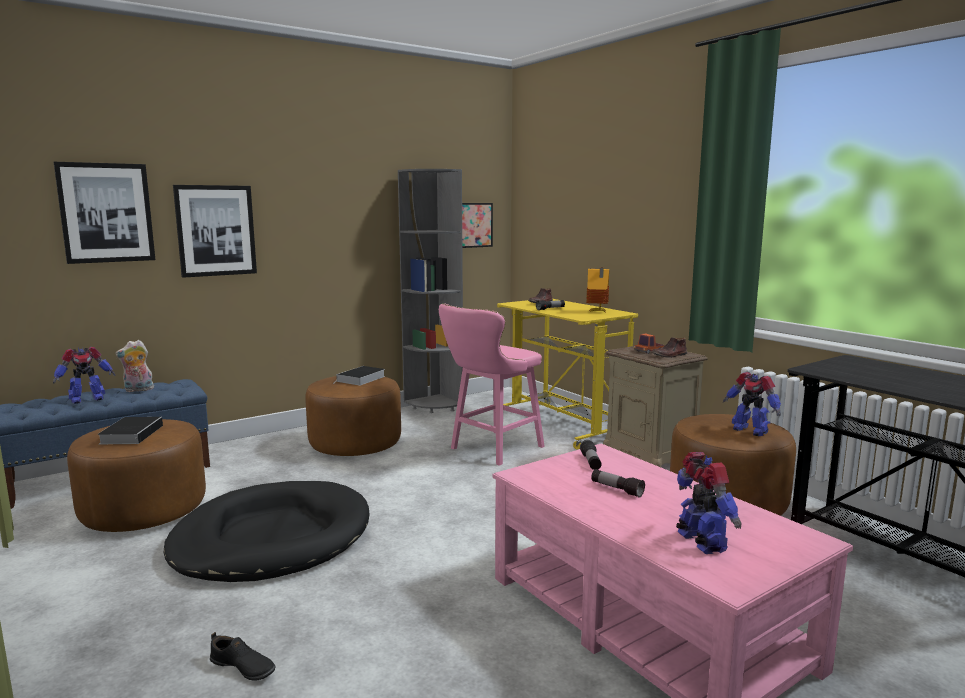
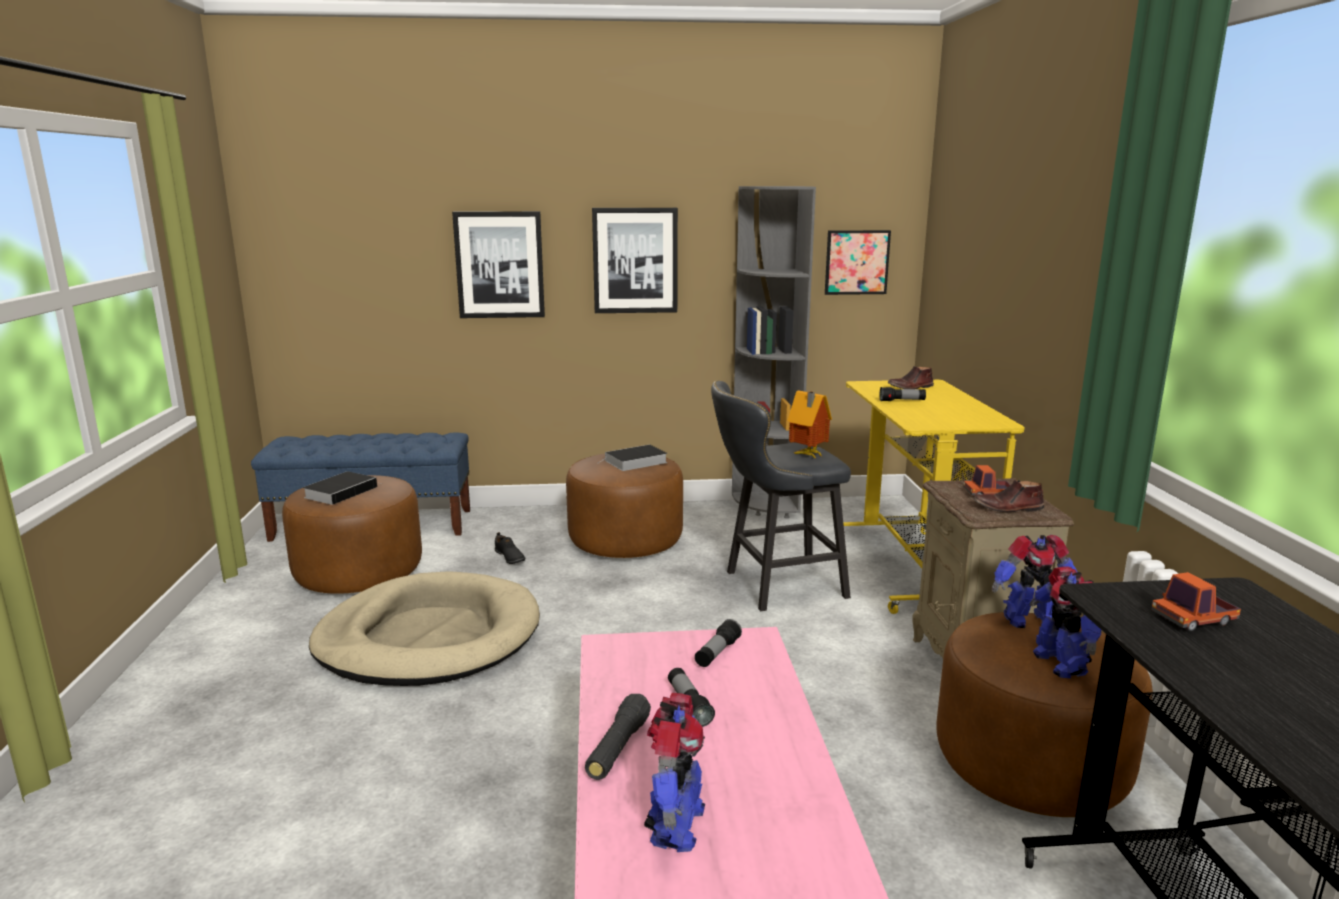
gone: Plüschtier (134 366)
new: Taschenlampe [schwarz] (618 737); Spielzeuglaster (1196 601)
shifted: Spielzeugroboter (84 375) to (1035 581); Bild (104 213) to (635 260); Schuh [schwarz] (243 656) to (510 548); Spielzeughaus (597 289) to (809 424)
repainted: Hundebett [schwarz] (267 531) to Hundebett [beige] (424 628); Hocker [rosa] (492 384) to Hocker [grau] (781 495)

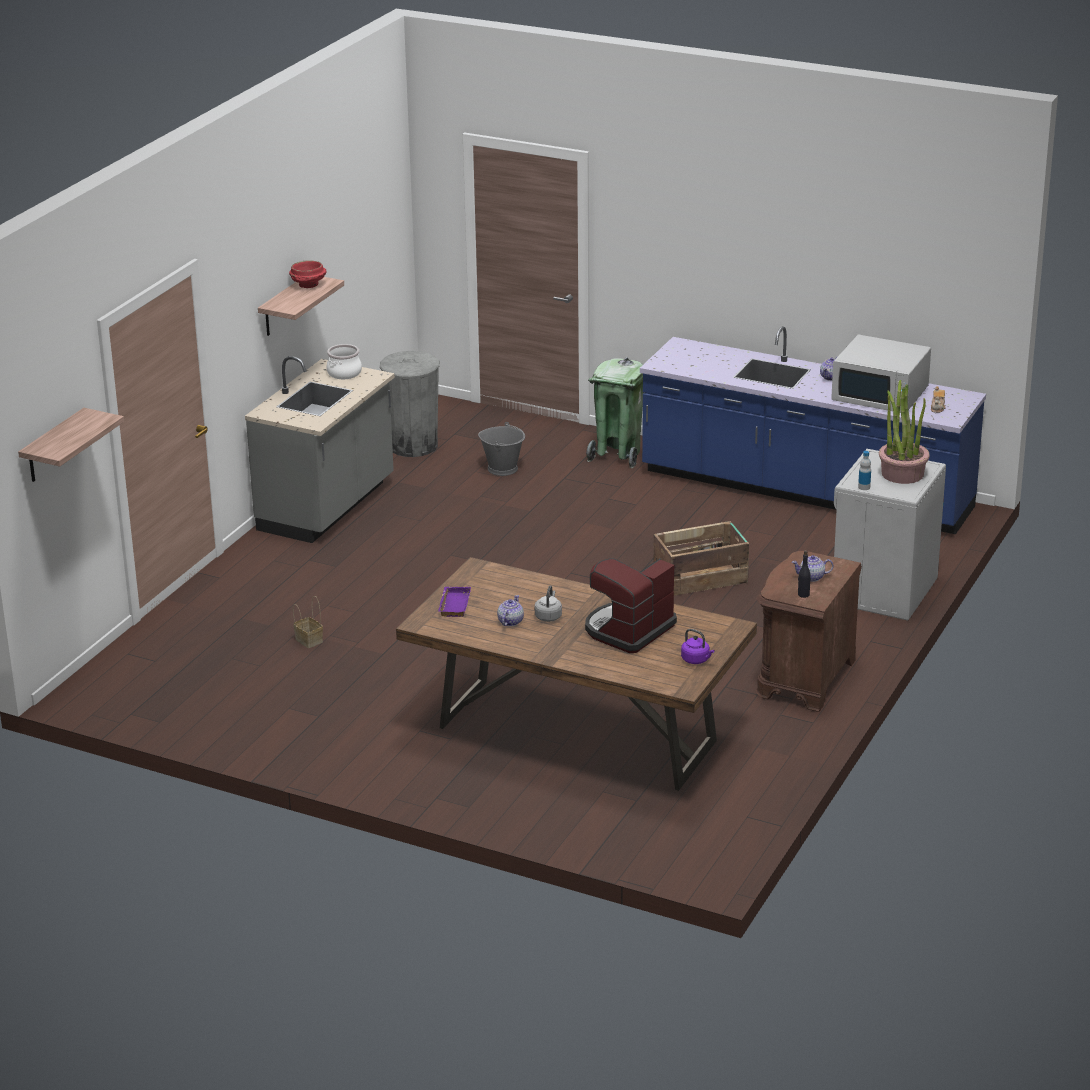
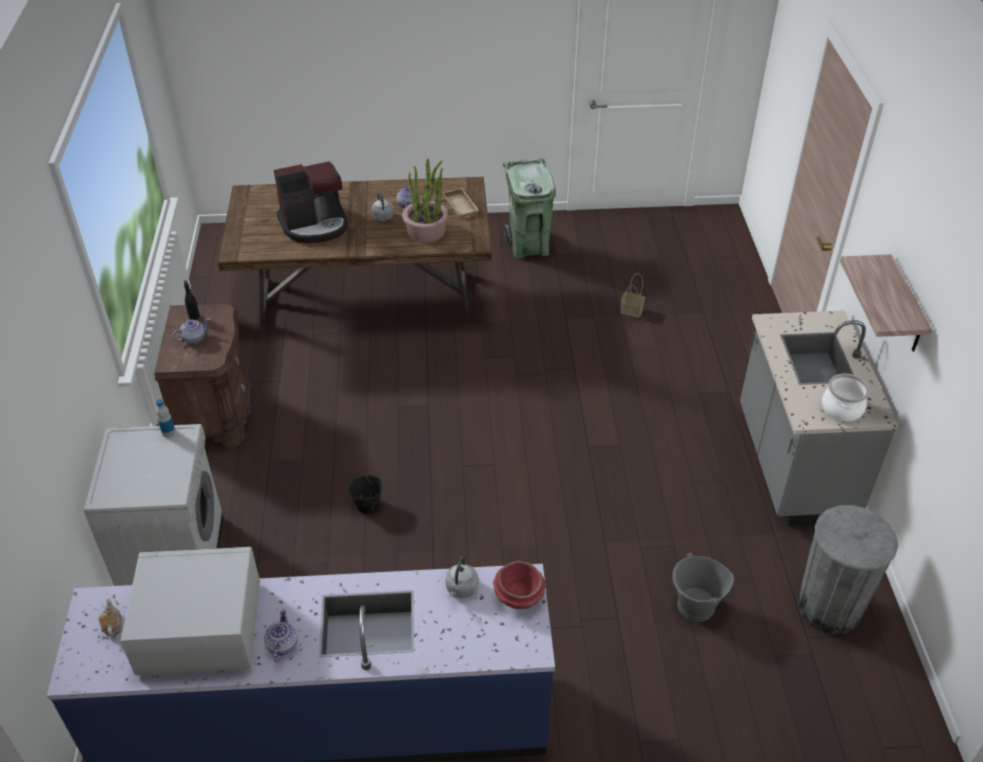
gone: Wandregal (71 445); Wasserkessel [lila] (697 646)
new: Wasserkessel [grau] (461 577)
shifted: Schüssel [rot] (308 274) to (519 585); Mülleimer [grün] (615 412) to (529 208); Topfpflanze (904 432) to (425 201)
swapped: Kiste (701 558) to Eimer [schwarz] (365 494)
repainted: Tablett [lila] (454 602) to Tablett [beige] (461 203)
rotated: Kaffeemaschine (631 605) = (311 202) 60 degrees clockwise

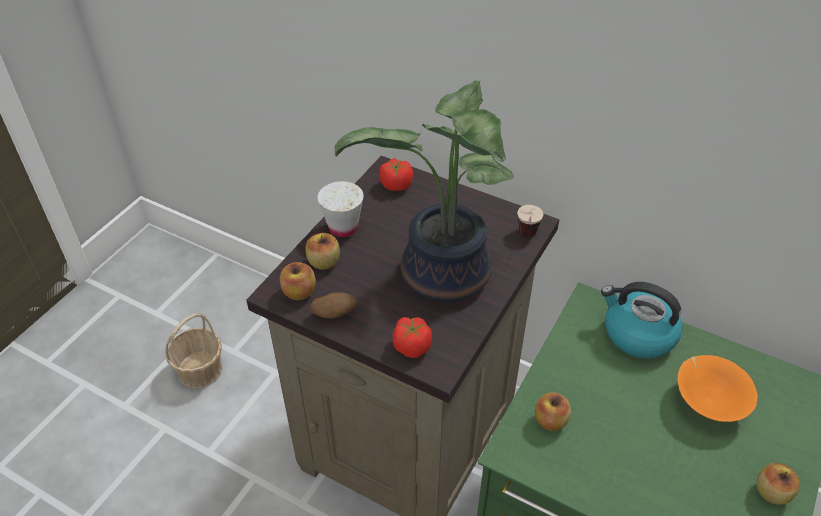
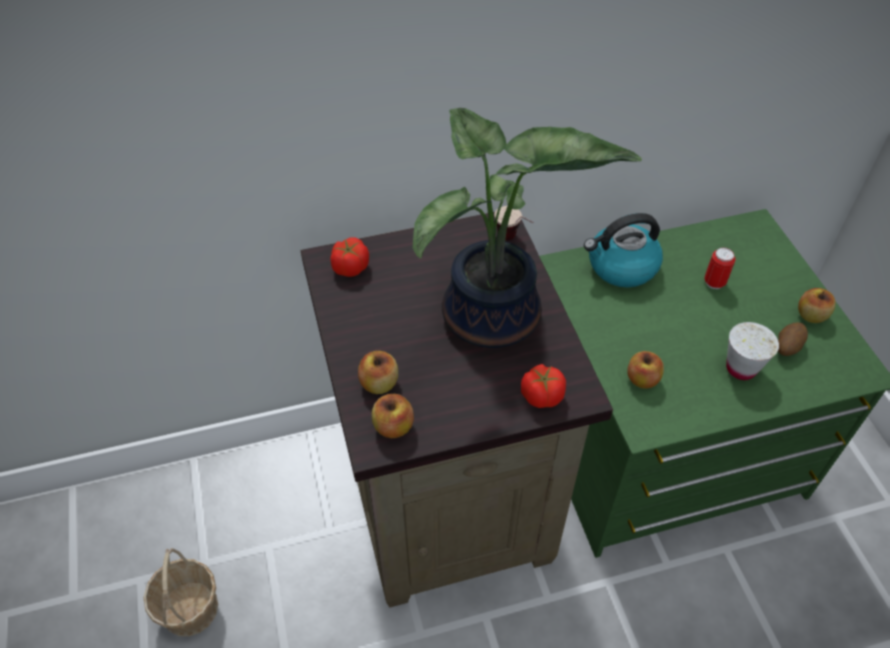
shifted: Kartoffel (334 305) to (793 339); Tasse [weiß] (341 209) to (752 351)
swapped: Schüssel [orange] (718 388) to Dose (719 268)

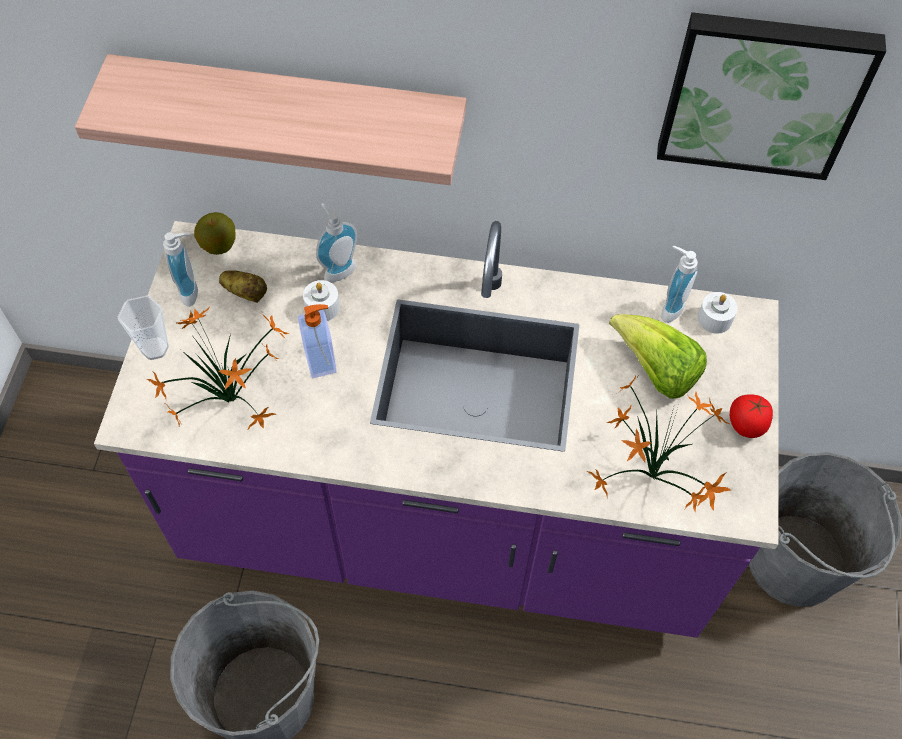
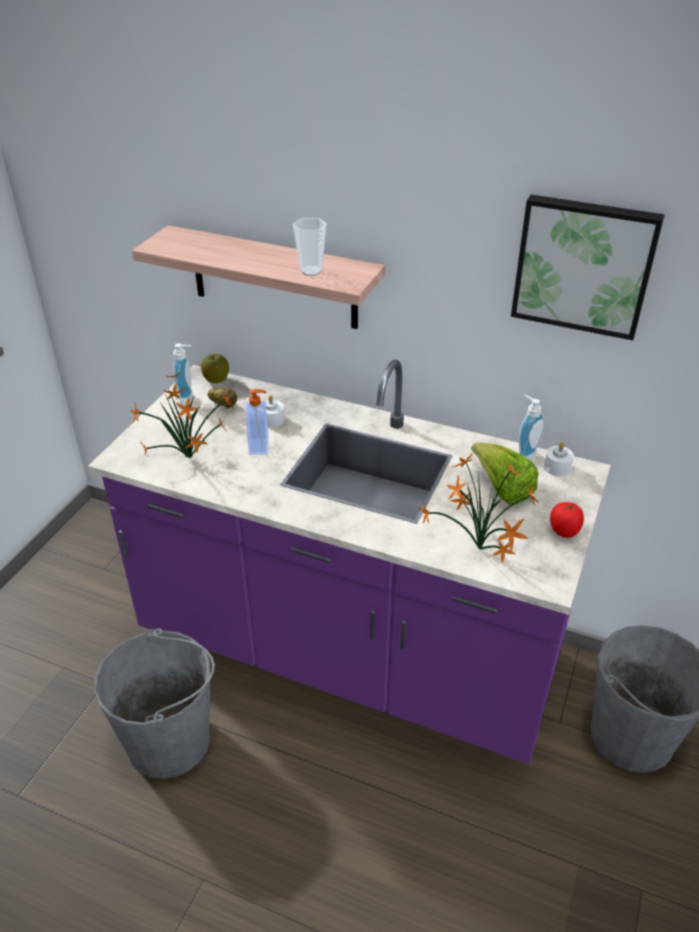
gone: Seifenspender (336 243)
shifted: Tasse (143 327) to (310 247)

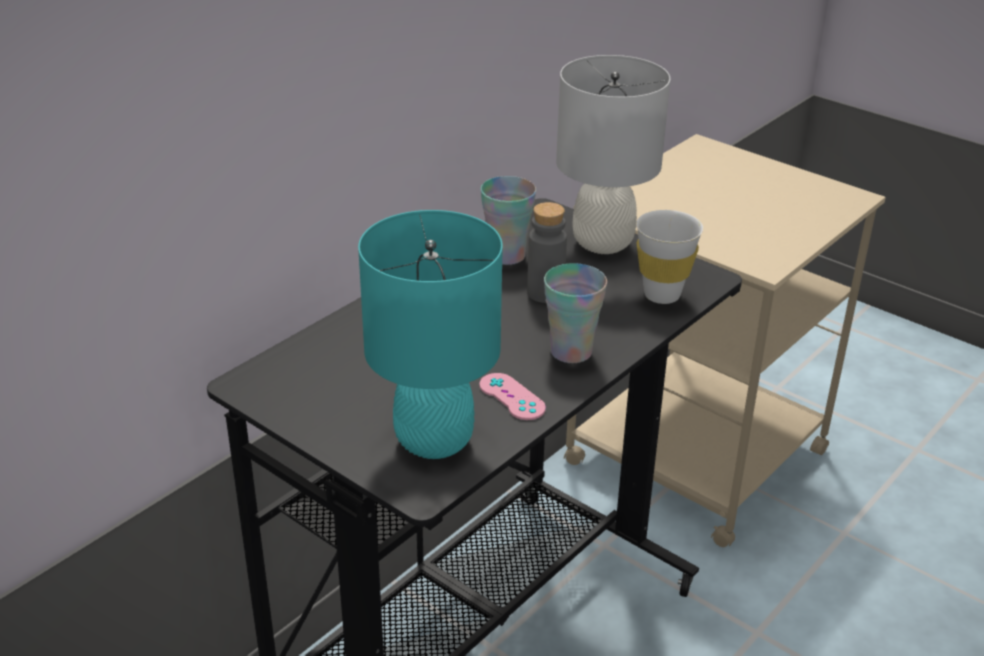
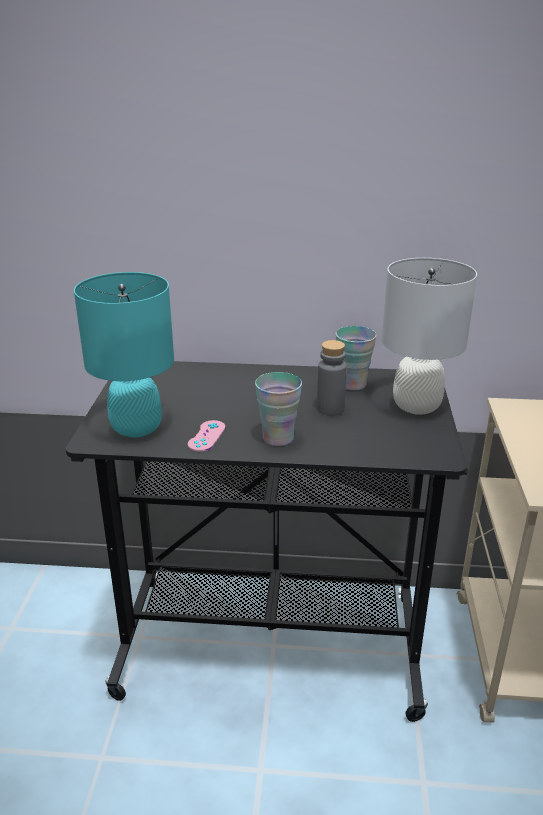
gone: Tasse [weiß] (669 257)

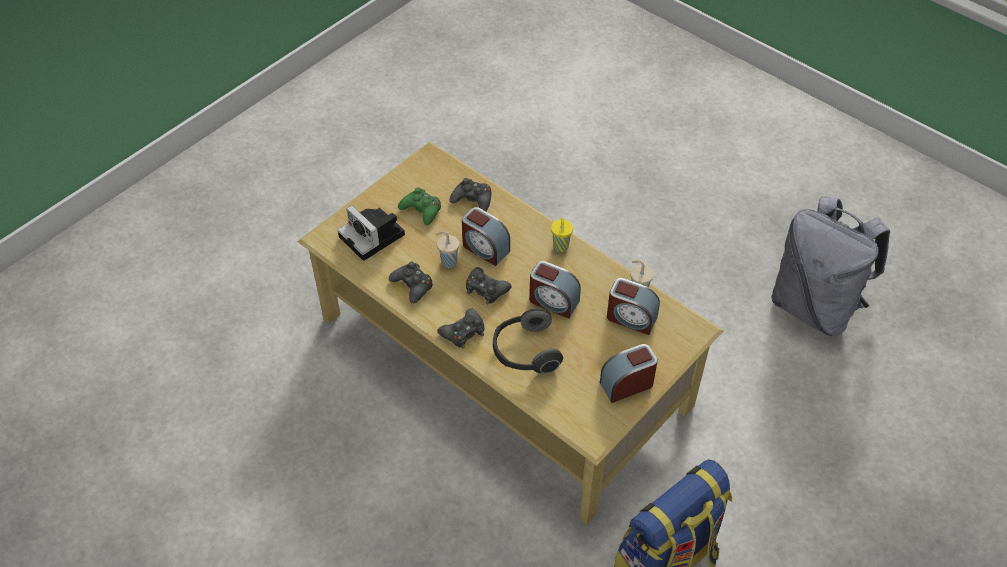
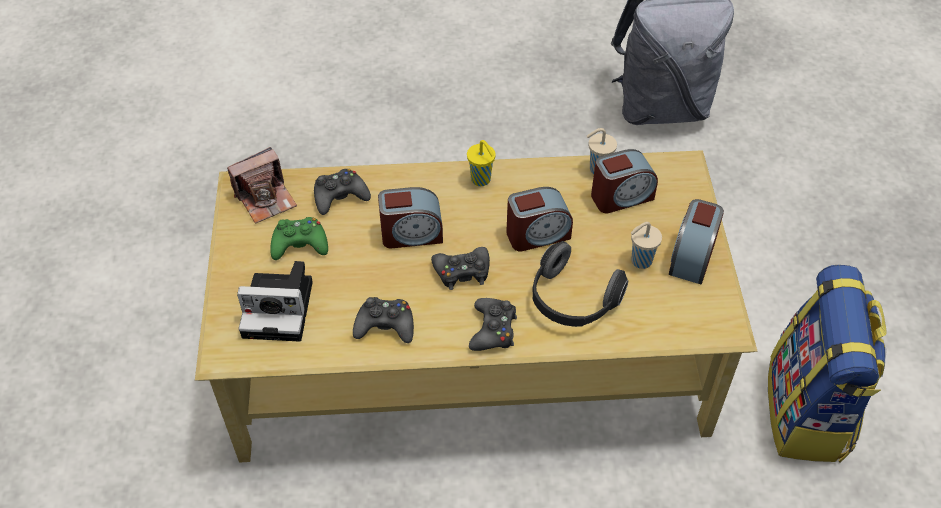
new: Kamera (262 185)
shifted: Tasse [beige] (447 249) to (646 245)

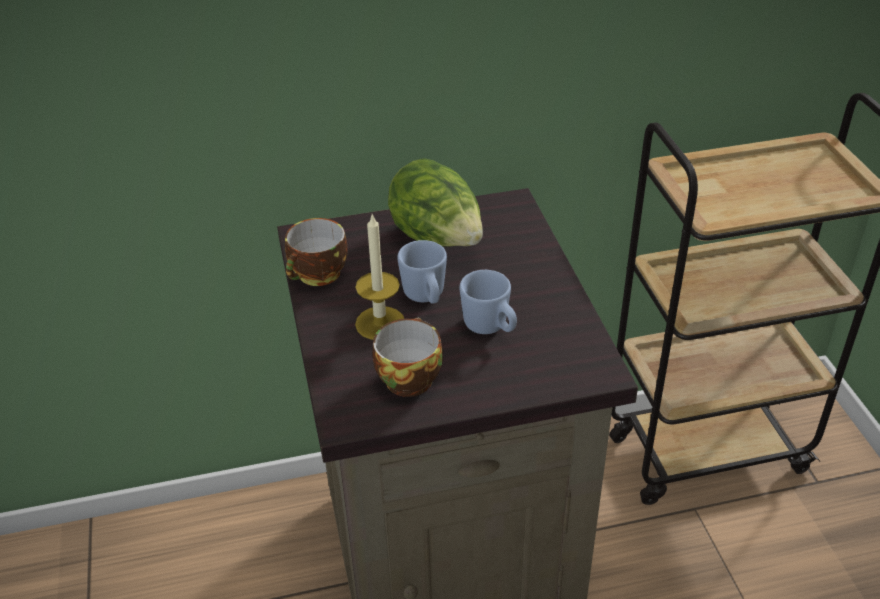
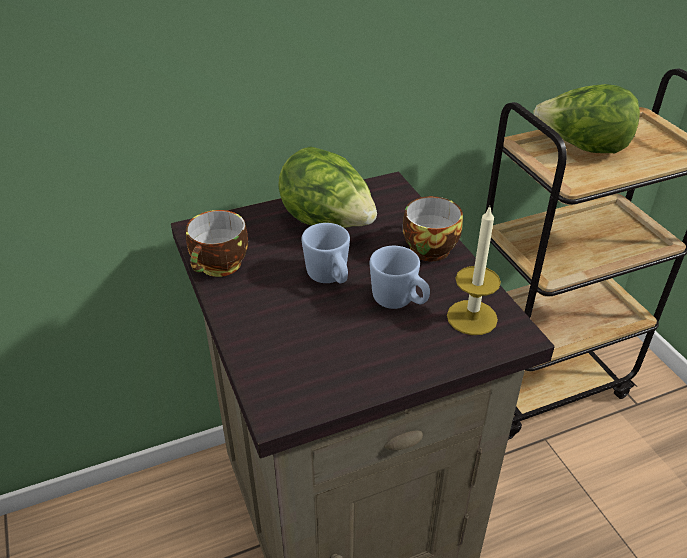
new: Salatkopf (586 118)
shifted: Kerze (379 277) to (474 271); Tasse (407 357) to (433 228)

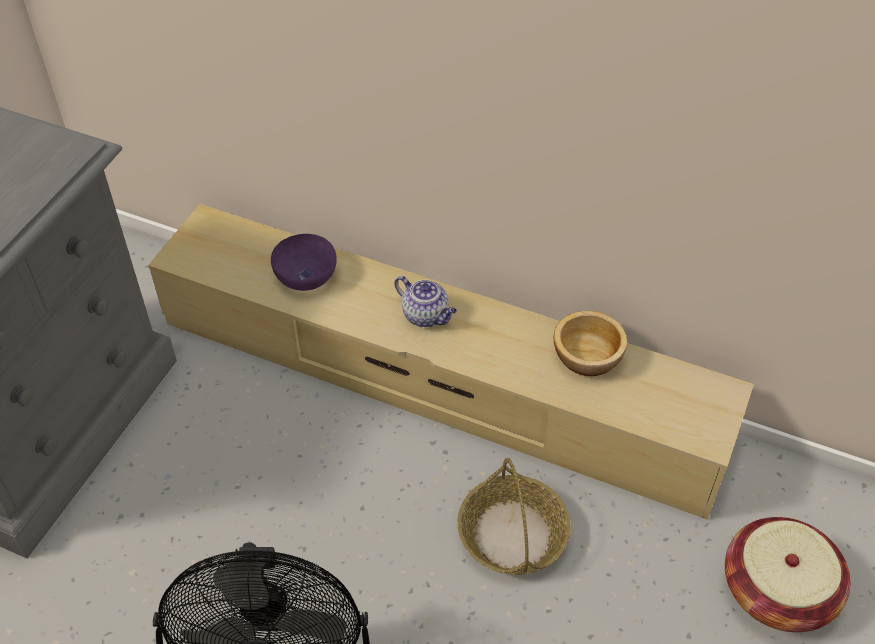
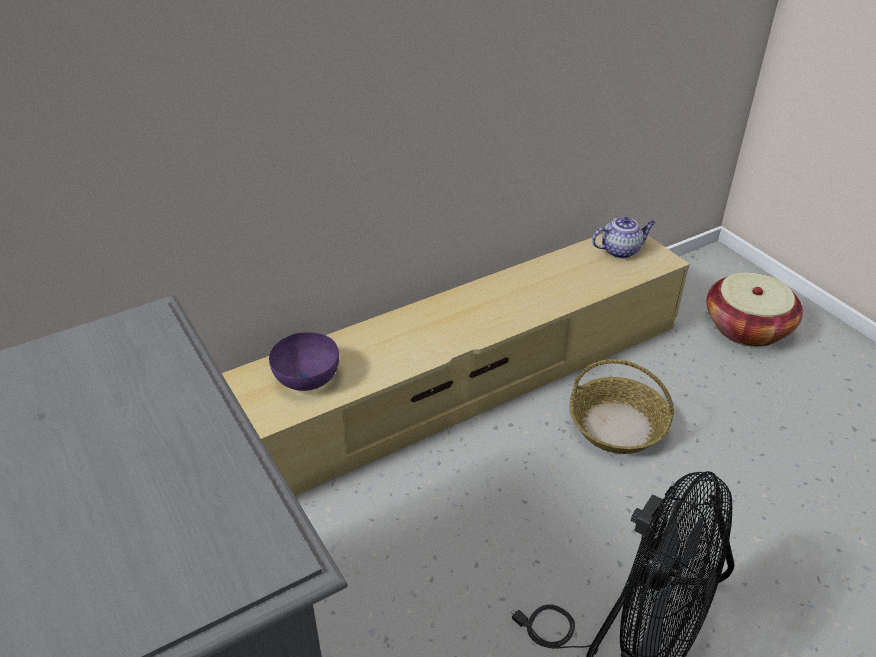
gone: Schüssel (590 343)
shifted: Teekanne (426 301) to (623 237)

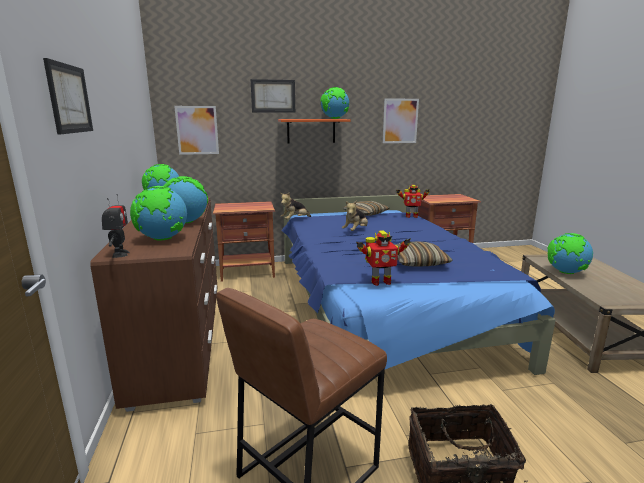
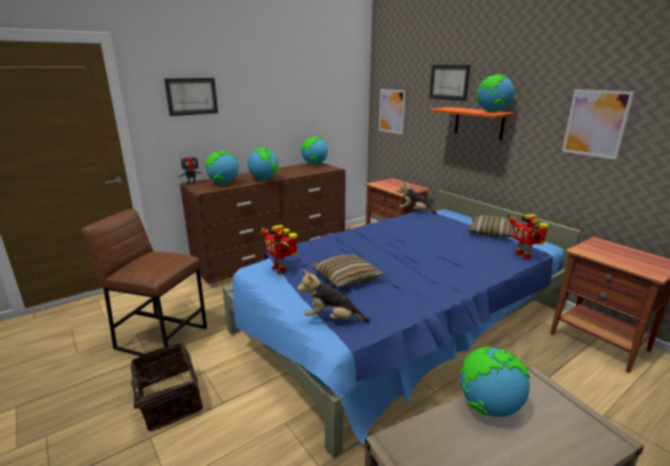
shifted: Plüschtier (355 215) to (333 296)

